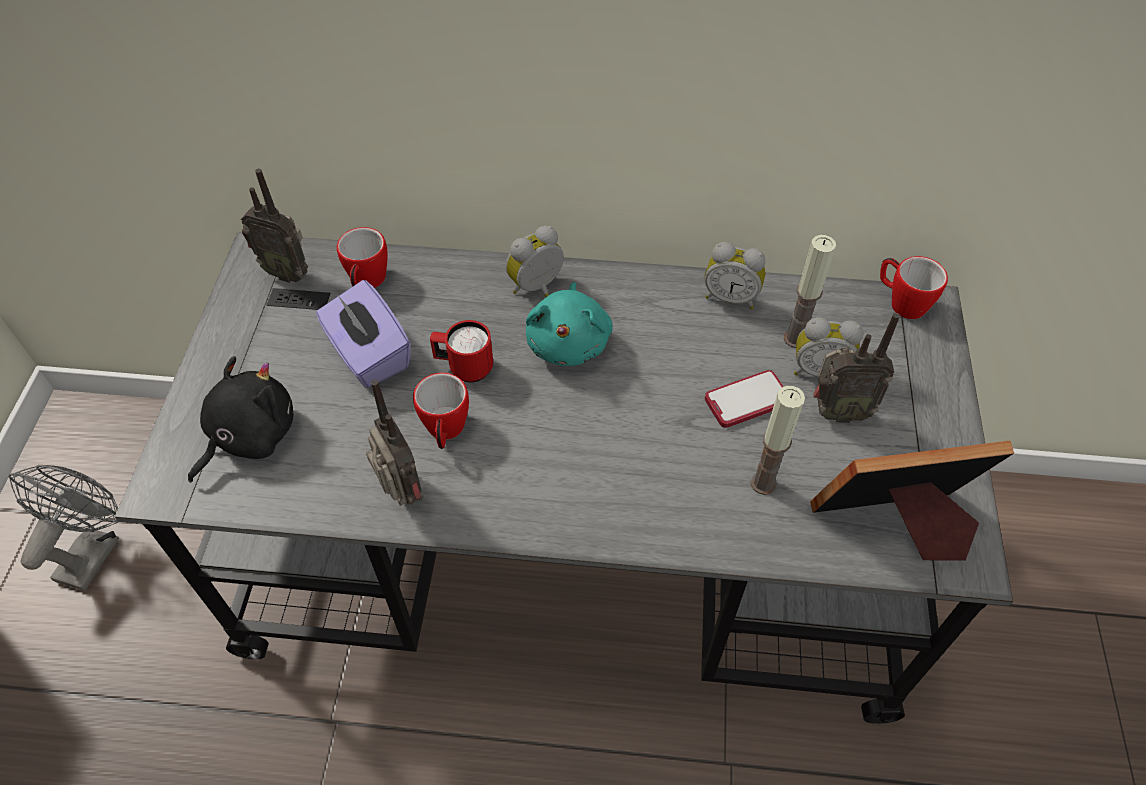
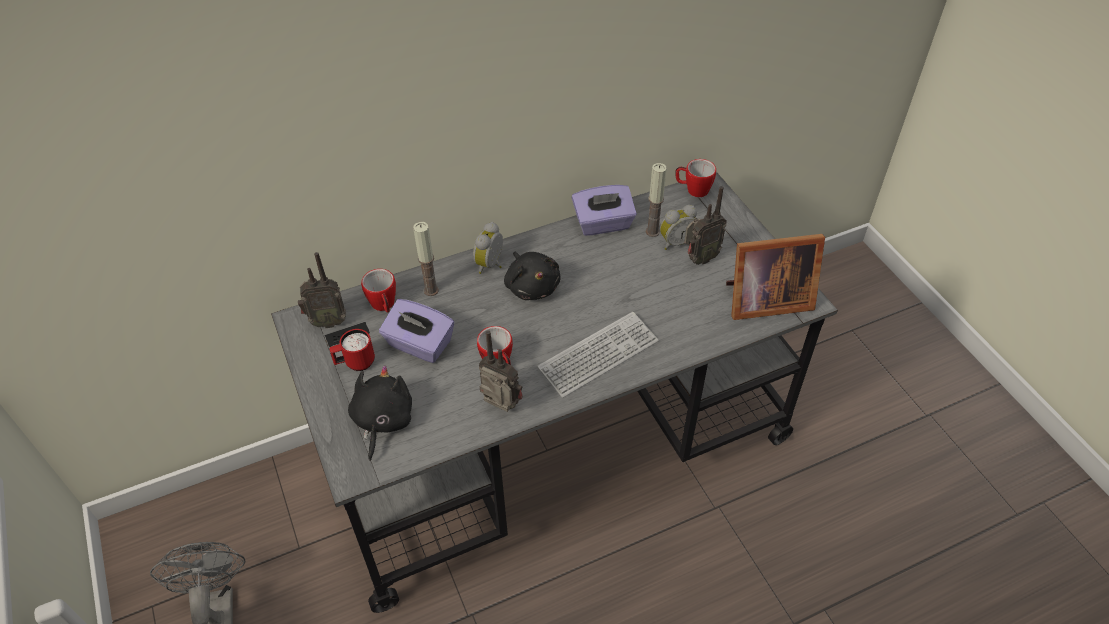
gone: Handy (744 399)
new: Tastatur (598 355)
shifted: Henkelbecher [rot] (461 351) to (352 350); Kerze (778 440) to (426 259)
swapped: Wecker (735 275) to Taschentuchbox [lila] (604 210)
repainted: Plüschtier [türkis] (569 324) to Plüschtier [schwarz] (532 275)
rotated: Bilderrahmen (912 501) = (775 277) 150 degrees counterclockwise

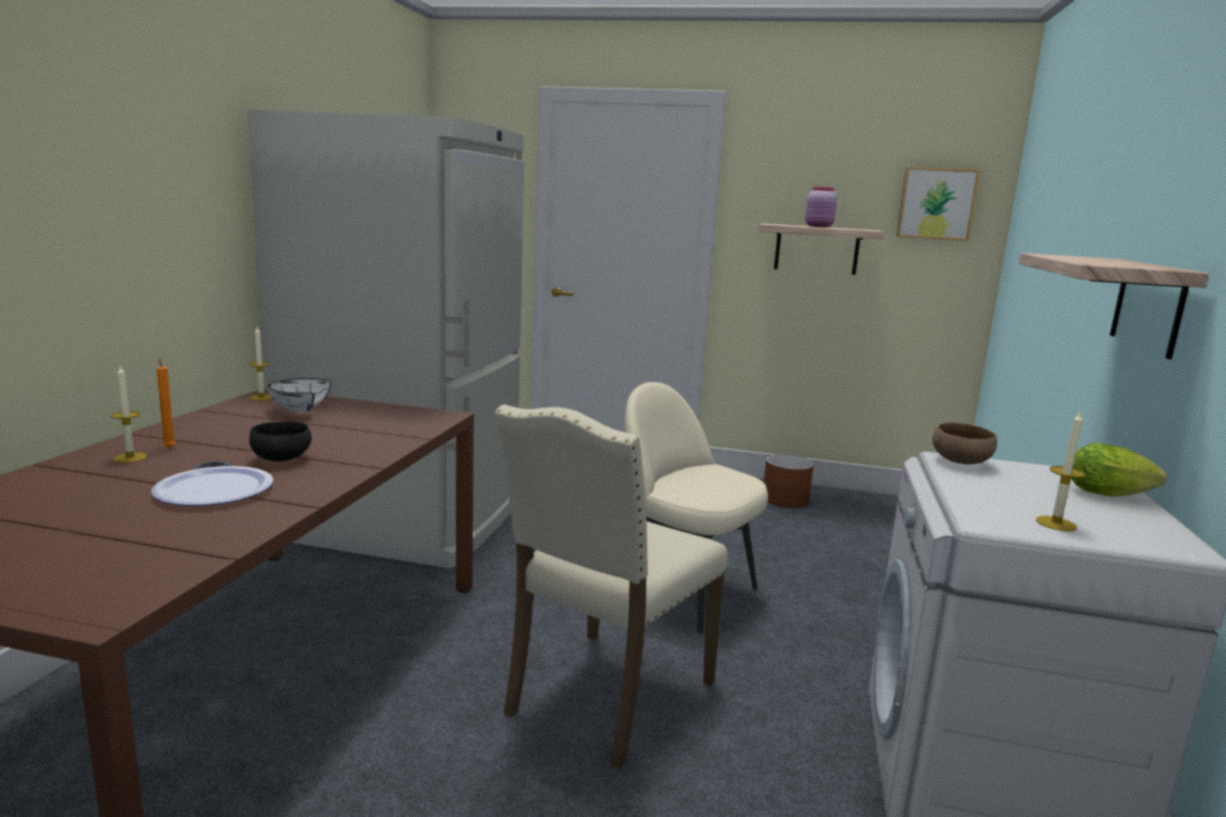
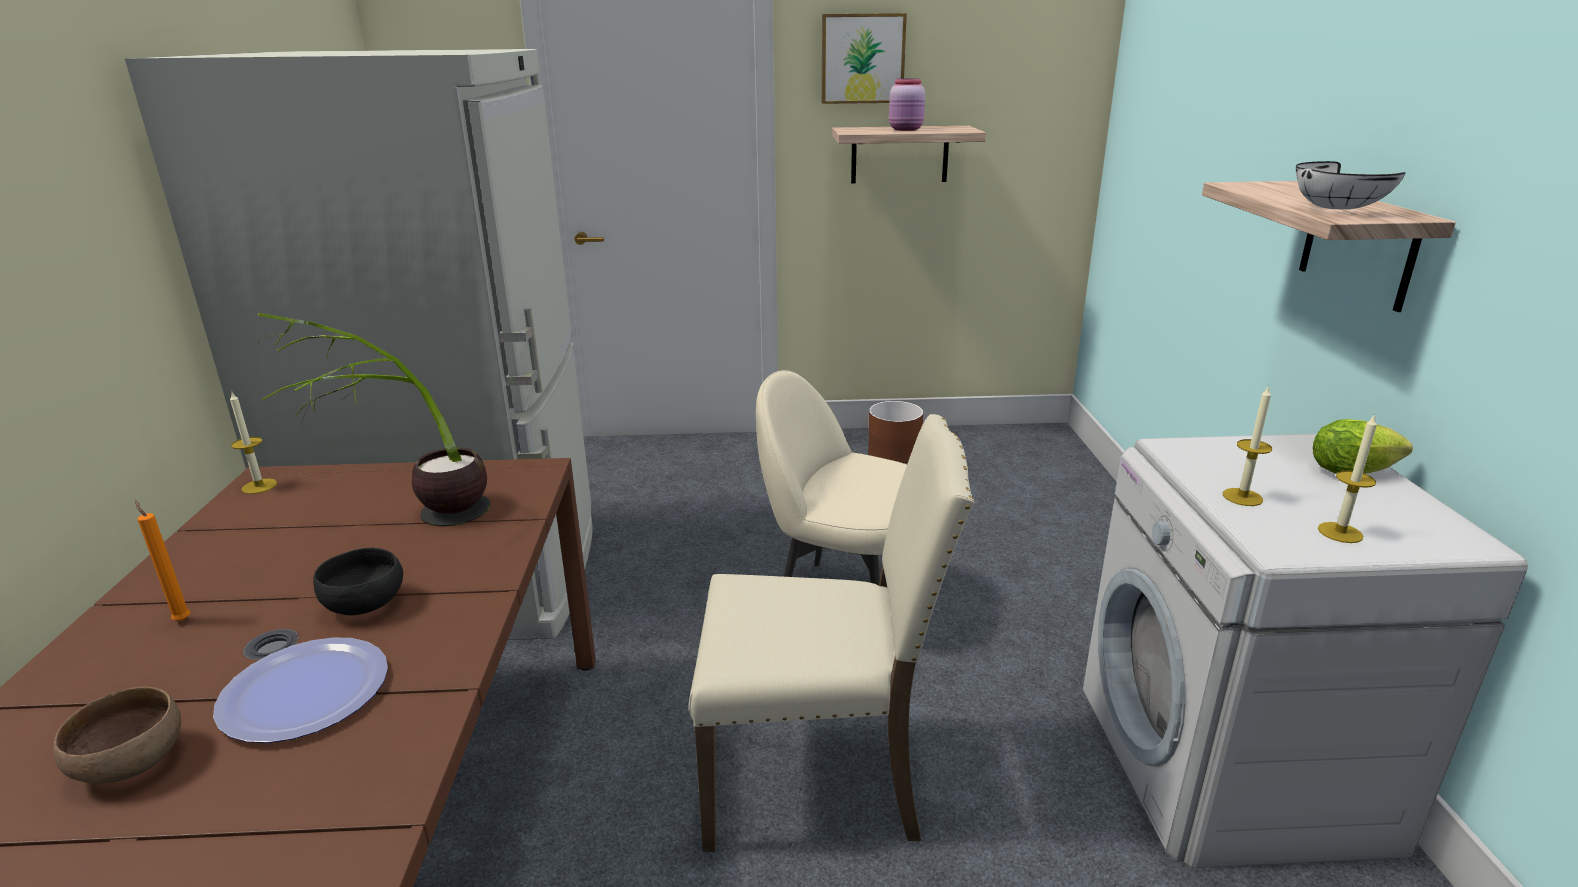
new: Topfpflanze (373 419)
shifted: Kerze (129 414) to (1247 445); Schüssel [weiß] (299 395) to (1350 185); Bild (938 204) to (864 58); Schüssel [braun] (965 443) to (117 735)
rotated: Stuhl [beige] (611 587) = (832 633) 105 degrees counterclockwise

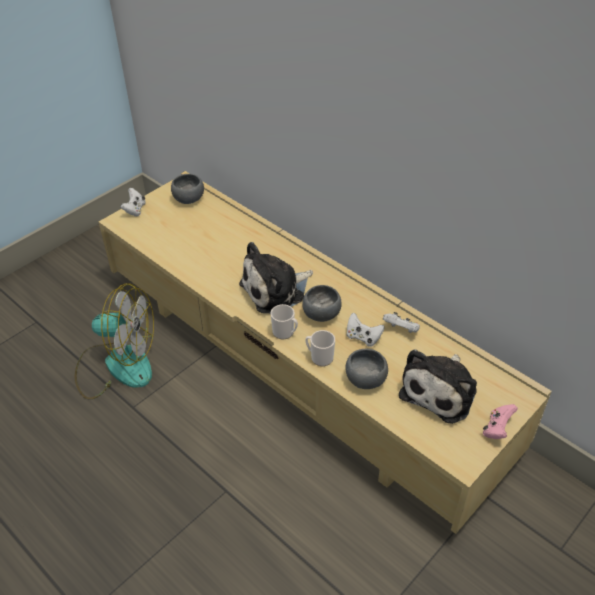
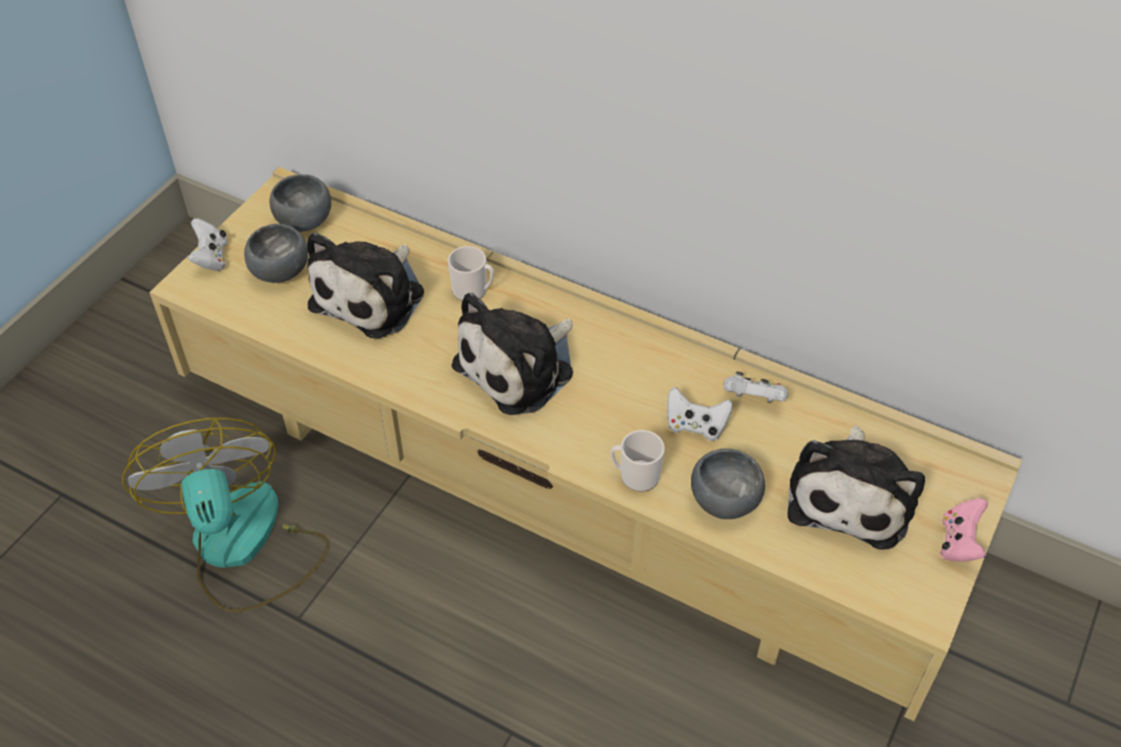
new: Plüschtier (365 285)
shifted: Henkelbecher (284 322) to (471 273); Schüssel [grau] (322 303) to (276 253)
rotated: Ventilator (114 341) = (226 515) 105 degrees counterclockwise

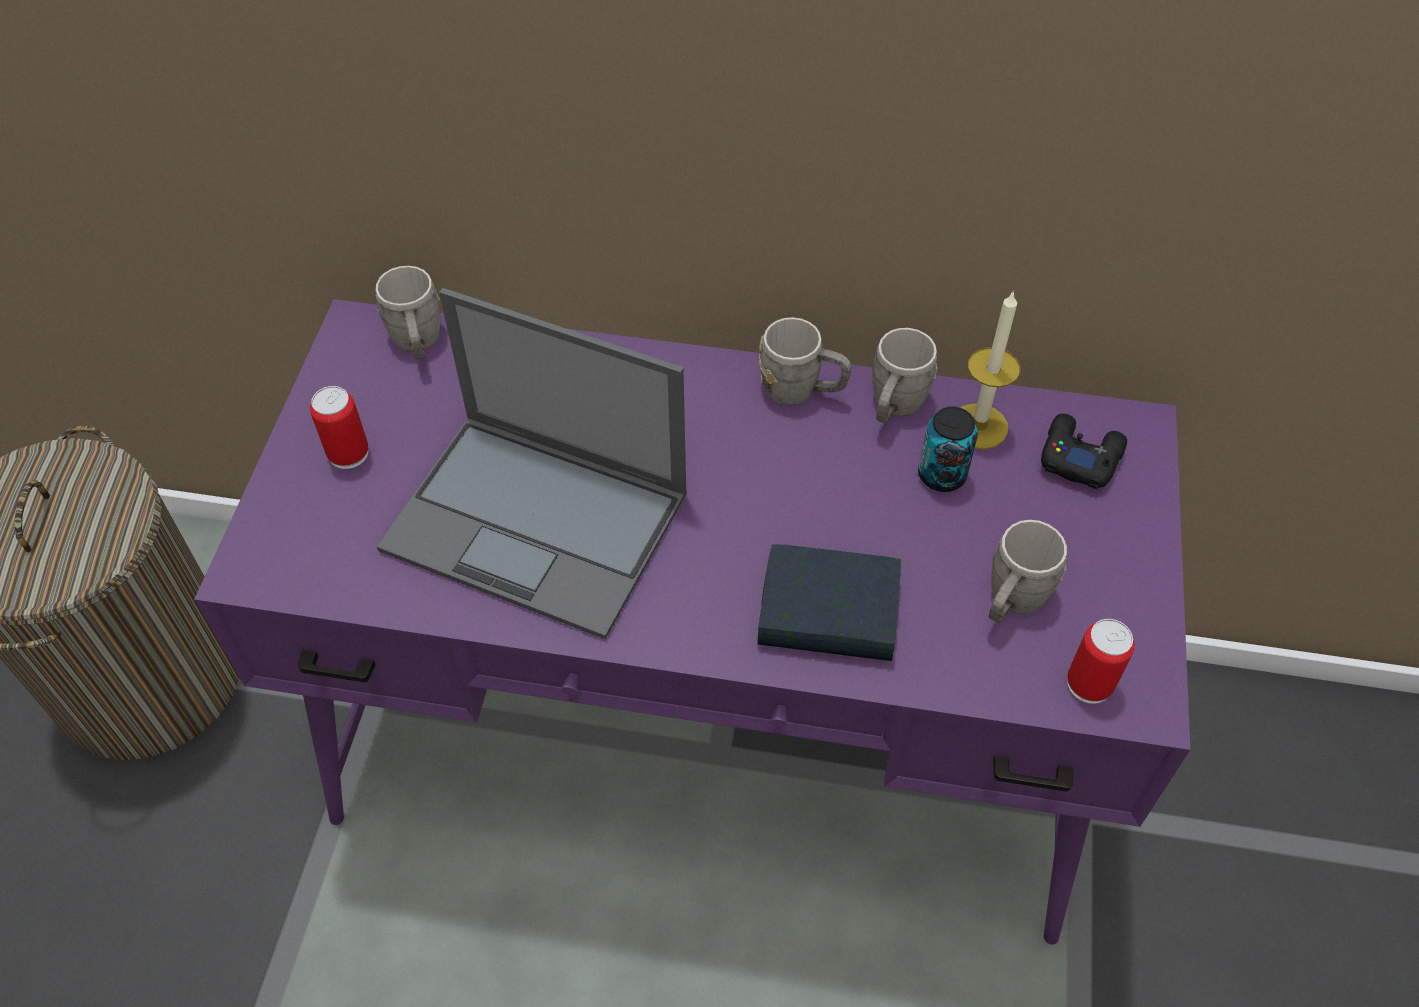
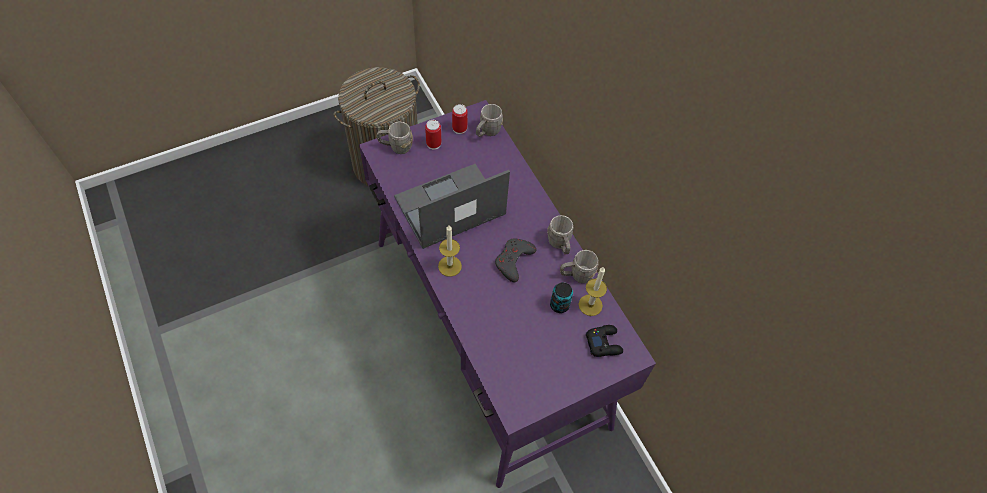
gone: Buch (829 602)
new: Kerze (450 251); Gamepad [grau] (515 260)
shifted: Henkelbecher [grau] (1028 571) to (395 138); Dose (1101 661) to (460 119)
rotated: Laptop (532 463) = (452 206) 75 degrees clockwise

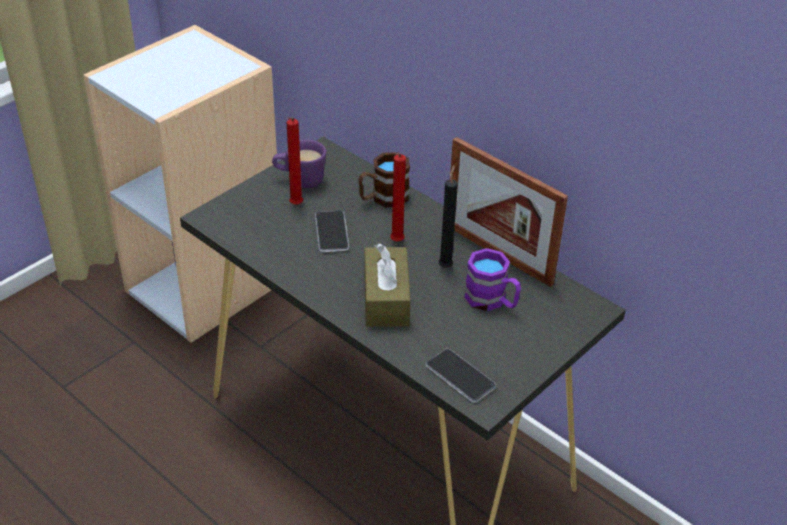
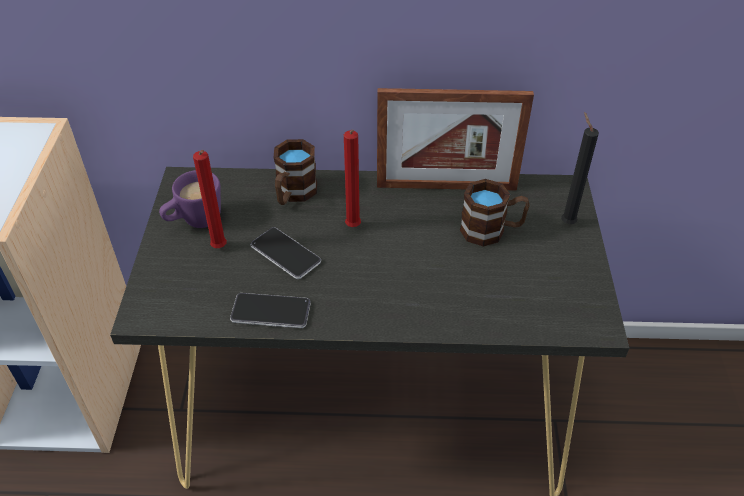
gone: Taschentuchbox [braun] (387 285)
shifted: Handy (461 376) to (270 310); Kerze [schwarz] (448 216) to (580 168)
repainted: Henkelbecher [lila] (492 279) to Henkelbecher [braun] (495 212)

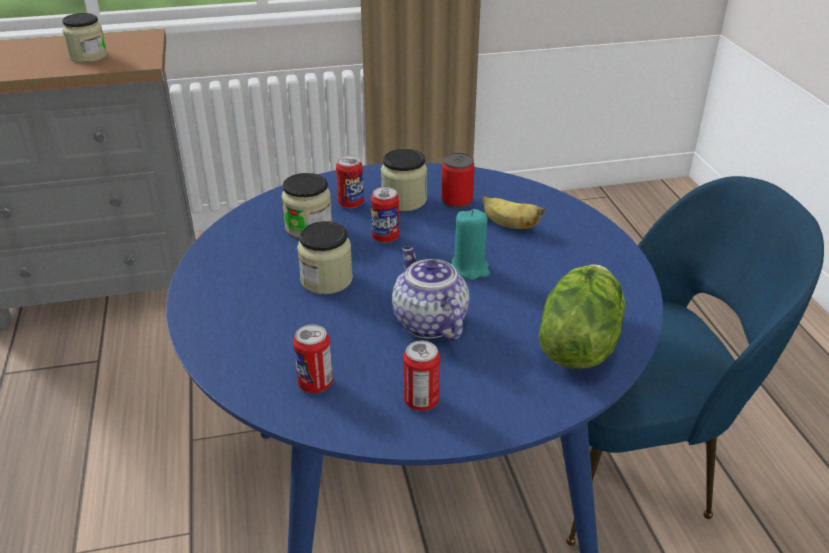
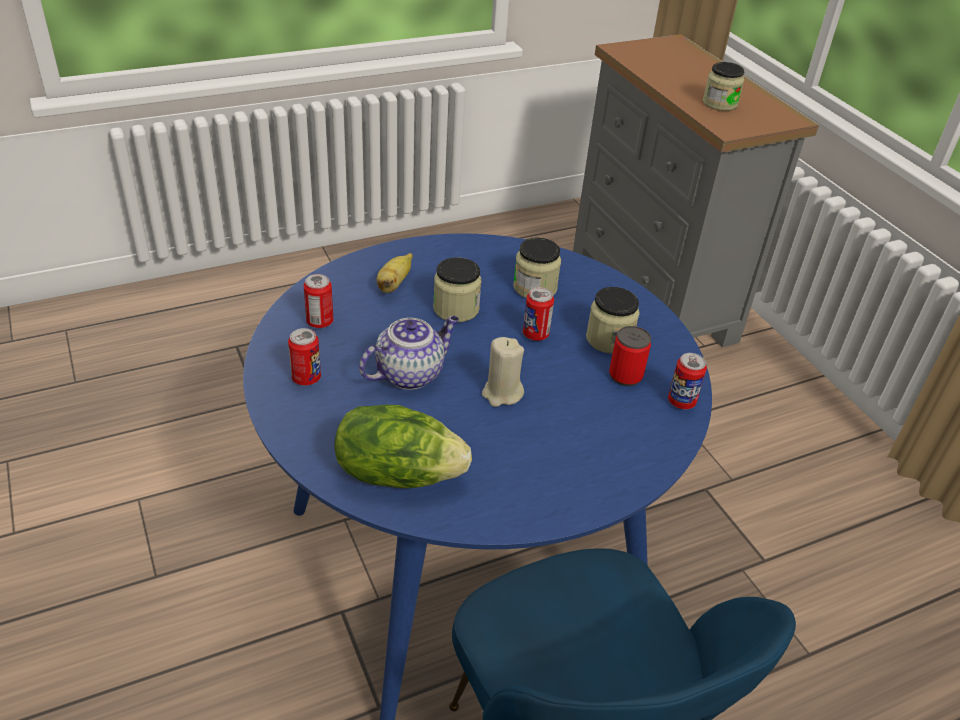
shifted: Dose (350 182) to (687 381); Banane (514 212) to (395 273)
repainted: Kerze [türkis] (470 244) to Kerze [beige] (503 372)

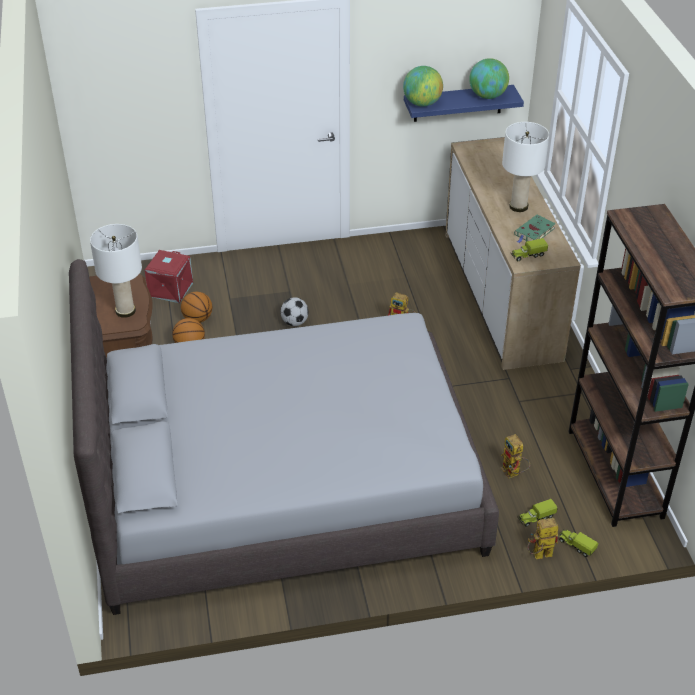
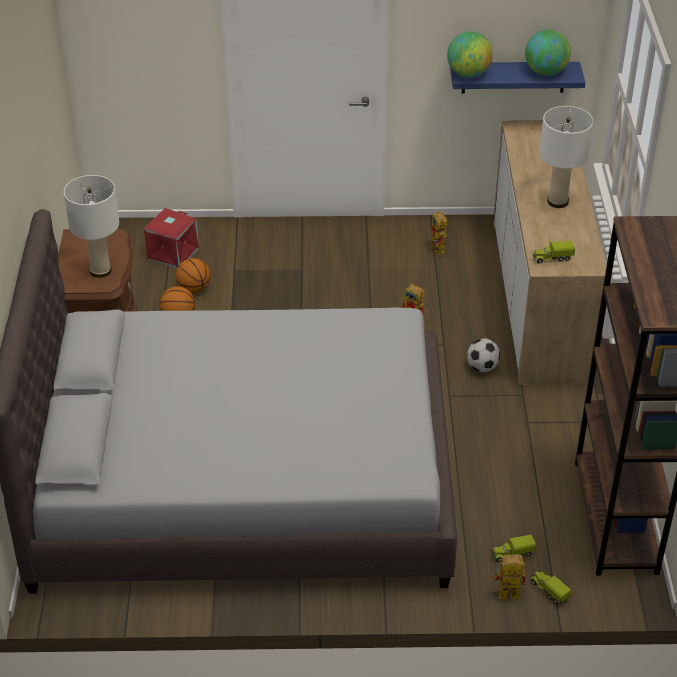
gone: Buch [grün] (535 229)
shifted: Fußball (294 311) to (483 355); Spielzeugroboter (515 456) to (442 233)

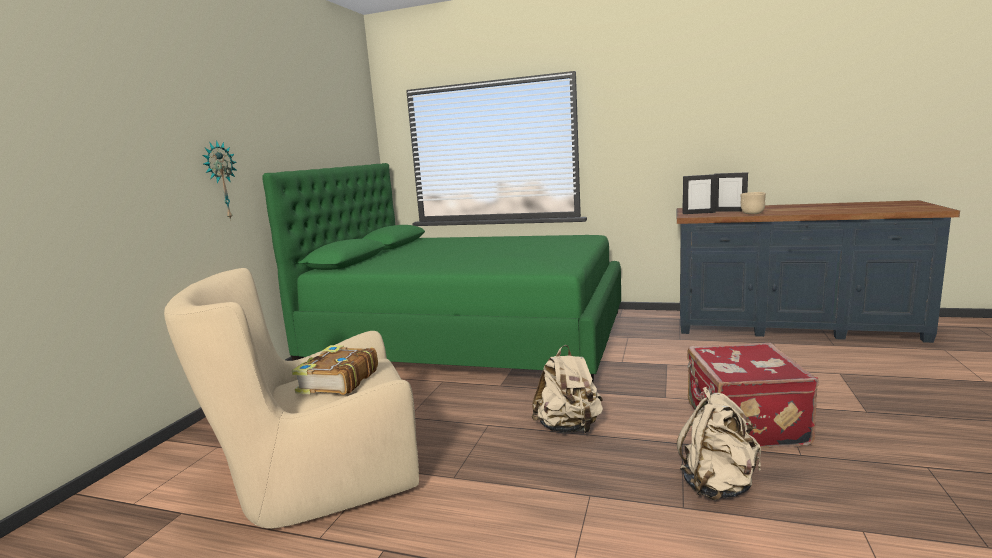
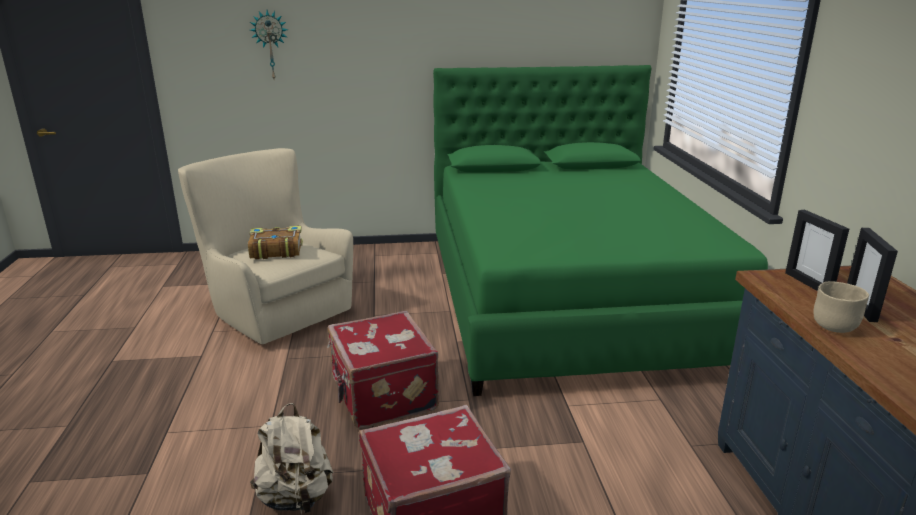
shifted: Wanduhr (220 180) to (269 44)
swapped: Rucksack [beige] (567 389) to Koffer [rot] (383 369)

